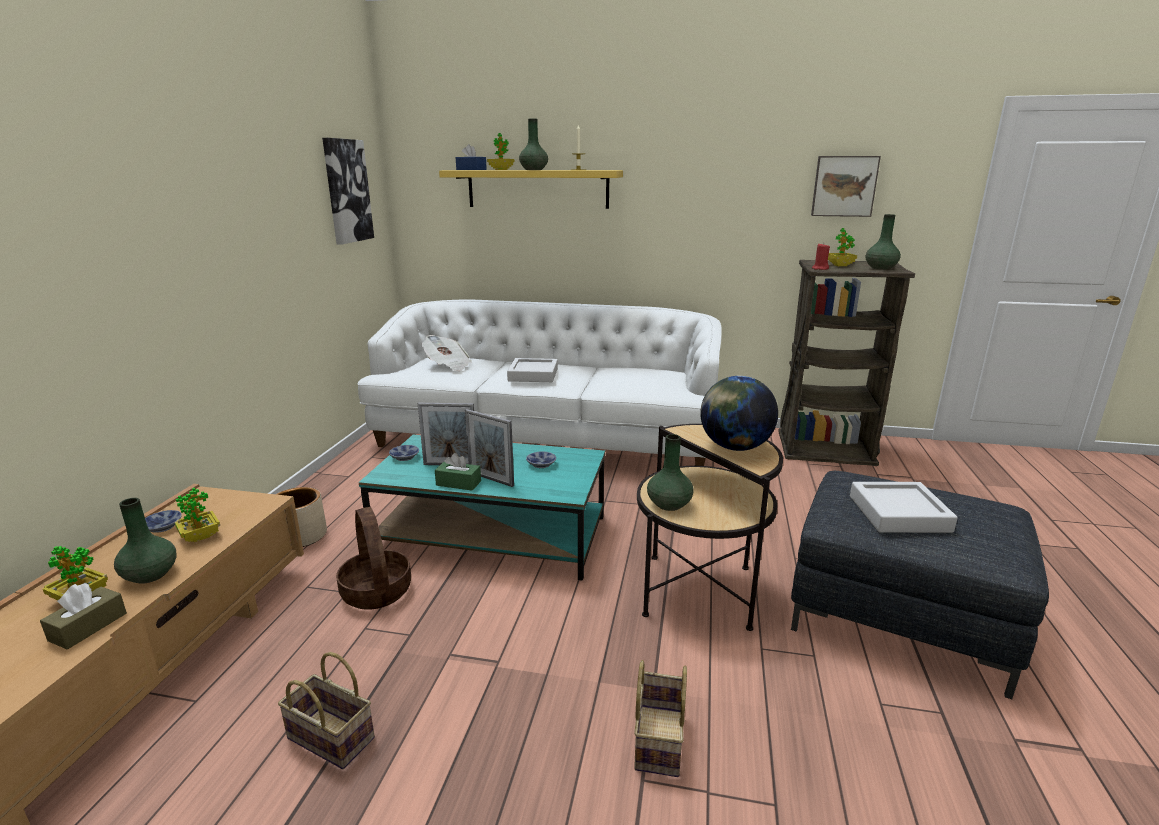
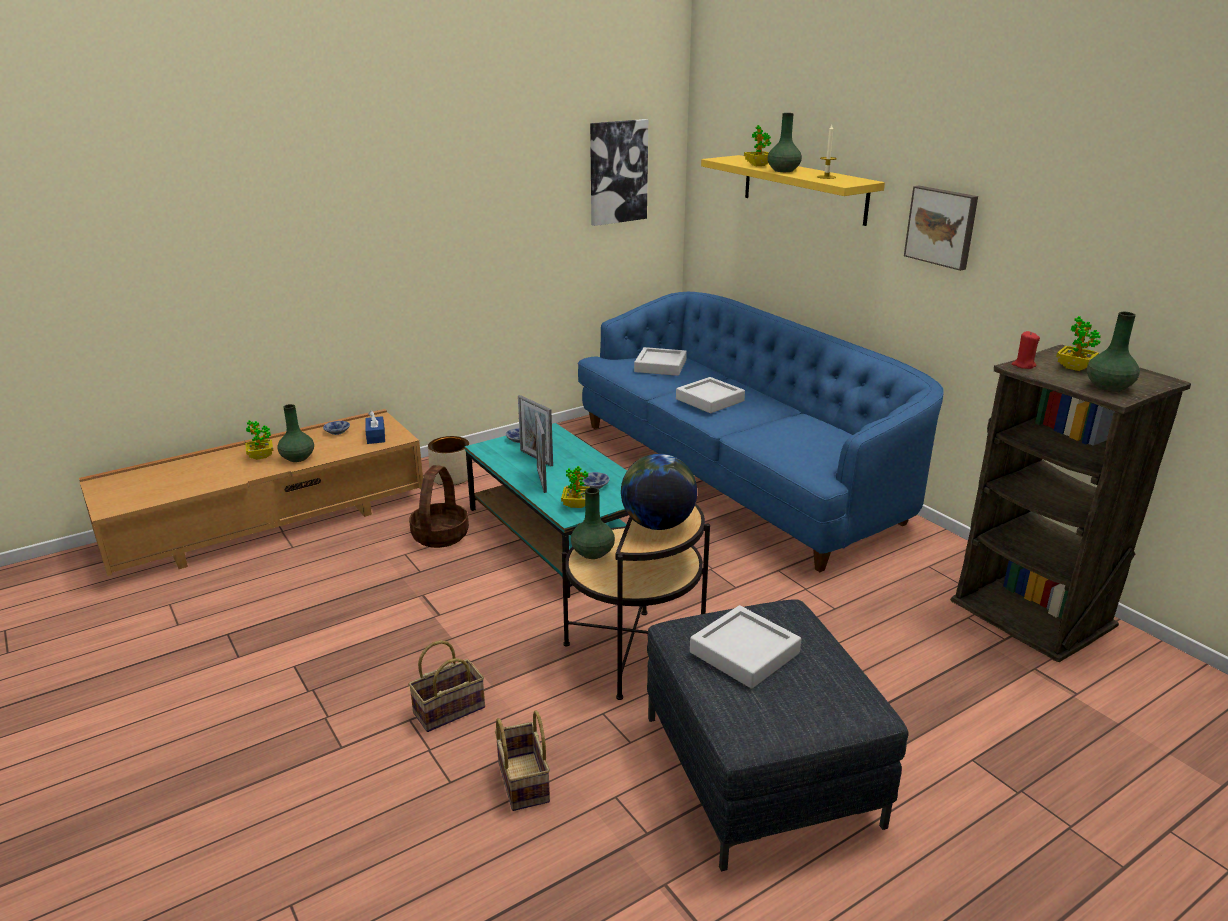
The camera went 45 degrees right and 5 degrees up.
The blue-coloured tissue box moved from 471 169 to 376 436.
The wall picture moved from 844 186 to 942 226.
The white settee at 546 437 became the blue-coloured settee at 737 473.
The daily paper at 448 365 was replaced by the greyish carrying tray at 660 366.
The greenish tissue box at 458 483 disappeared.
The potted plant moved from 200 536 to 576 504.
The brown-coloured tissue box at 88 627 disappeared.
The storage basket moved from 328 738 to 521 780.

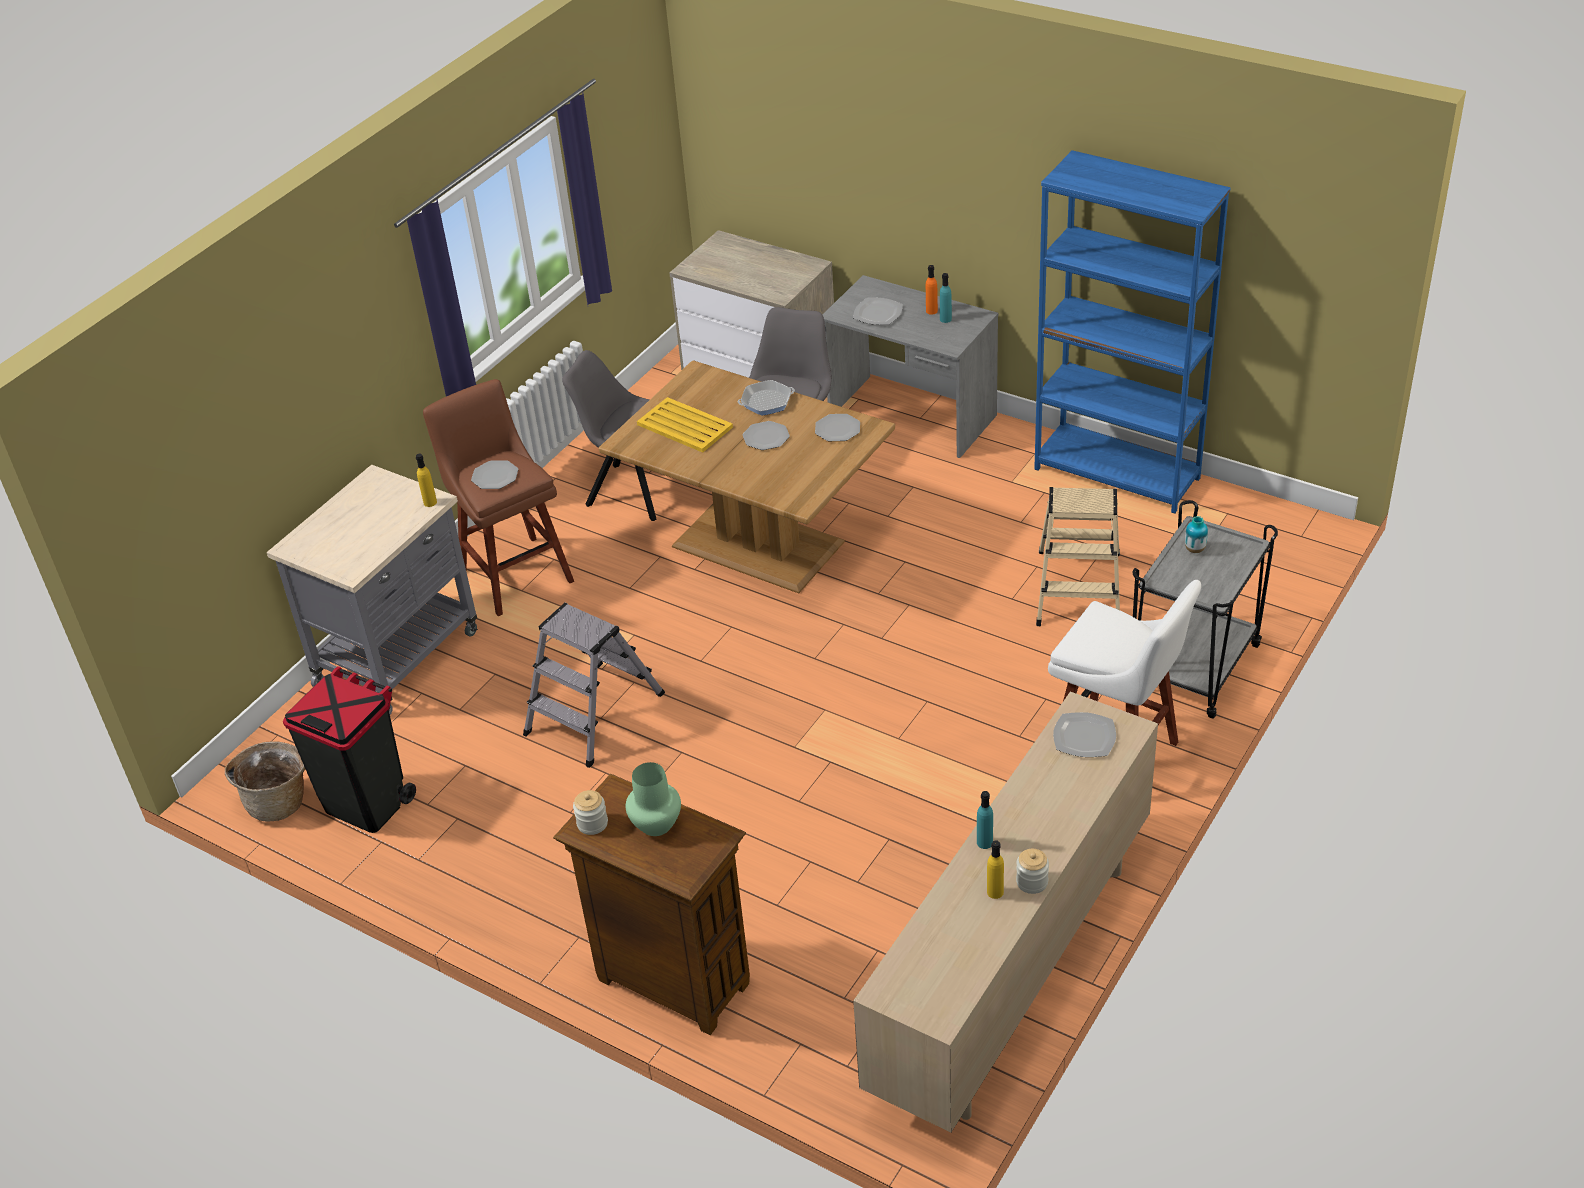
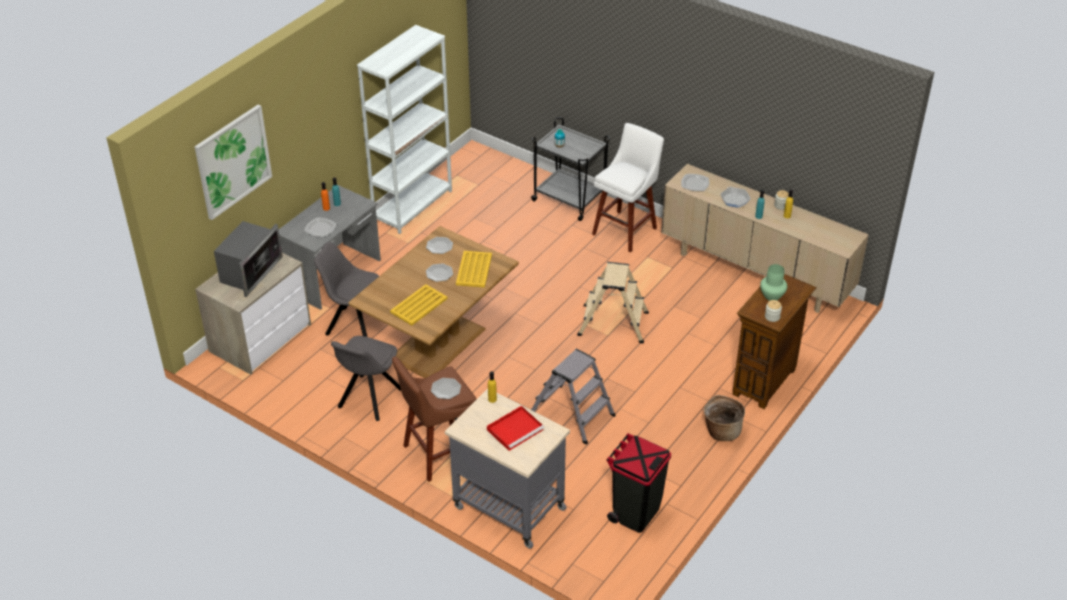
The camera went 90 degrees left and 0 degrees up.
The blue-coloured shelving unit at 1117 473 became the white shelving unit at 413 206.
The pan moved from 766 402 to 735 200.
The sand-coloured step ladder moved from 1078 588 to 613 323.
The storage basket moved from 279 801 to 721 431.
The wall picture at 233 161 appeared.
The microwave at 250 272 appeared.
The yellow carrying tray at 474 269 appeared.
The reddish carrying tray at 515 429 appeared.

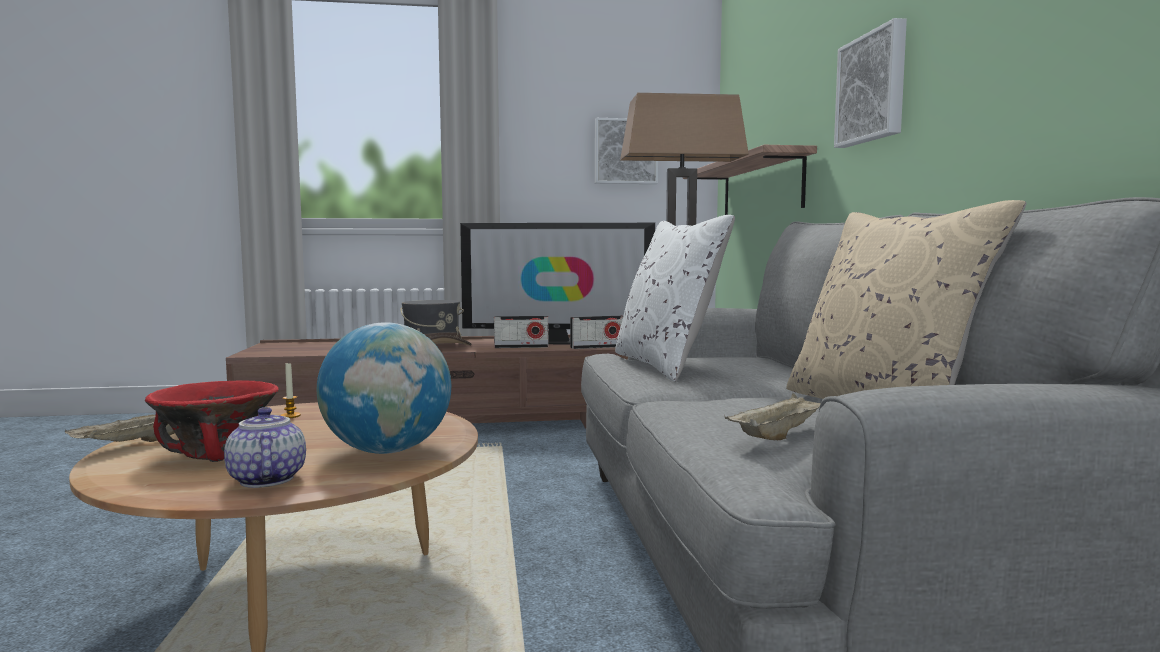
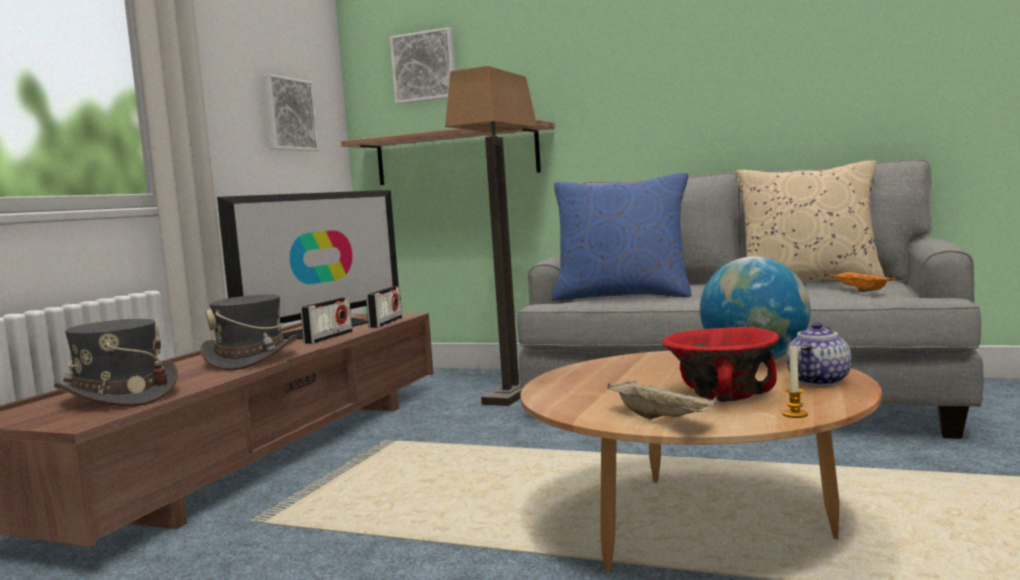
The camera went 60 degrees left and 0 degrees up.
The wall picture moved from 873 88 to 425 67.
The white cushion at 666 365 became the blue-coloured cushion at 622 296.
The wax light moved from 290 416 to 795 414.
The sand-coloured carrying tray at 780 435 became the orangey carrying tray at 859 290.
The teapot at 265 479 turned 60 degrees counterclockwise.
The greyish hat at 119 397 appeared.

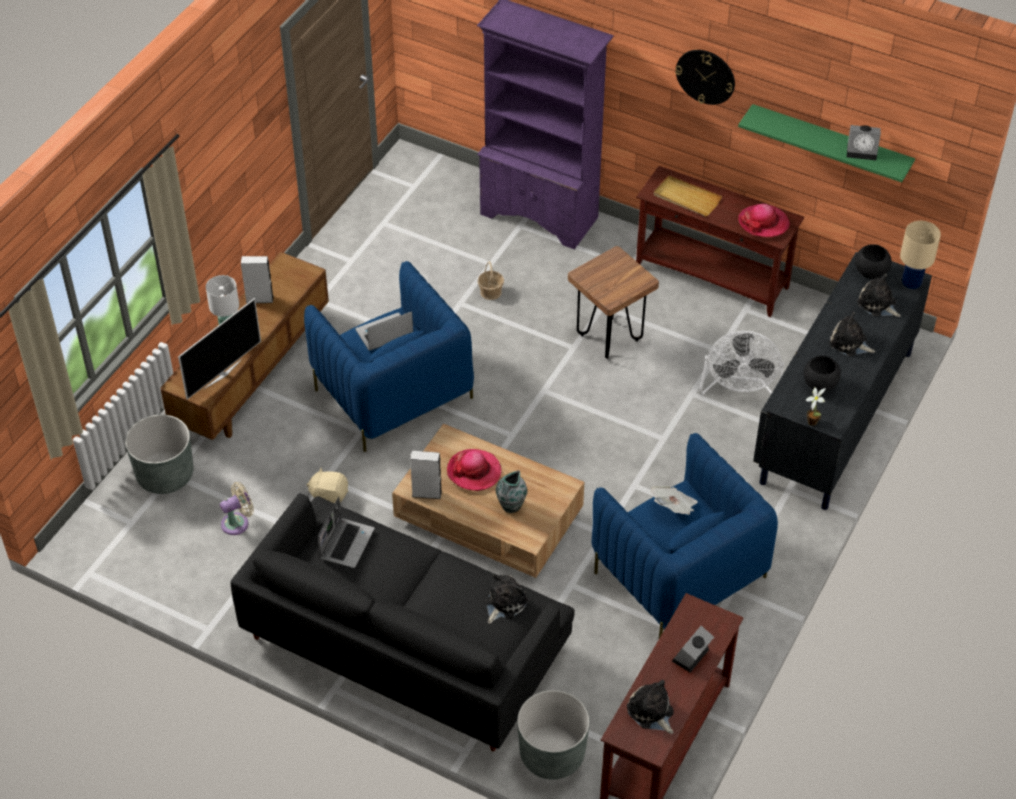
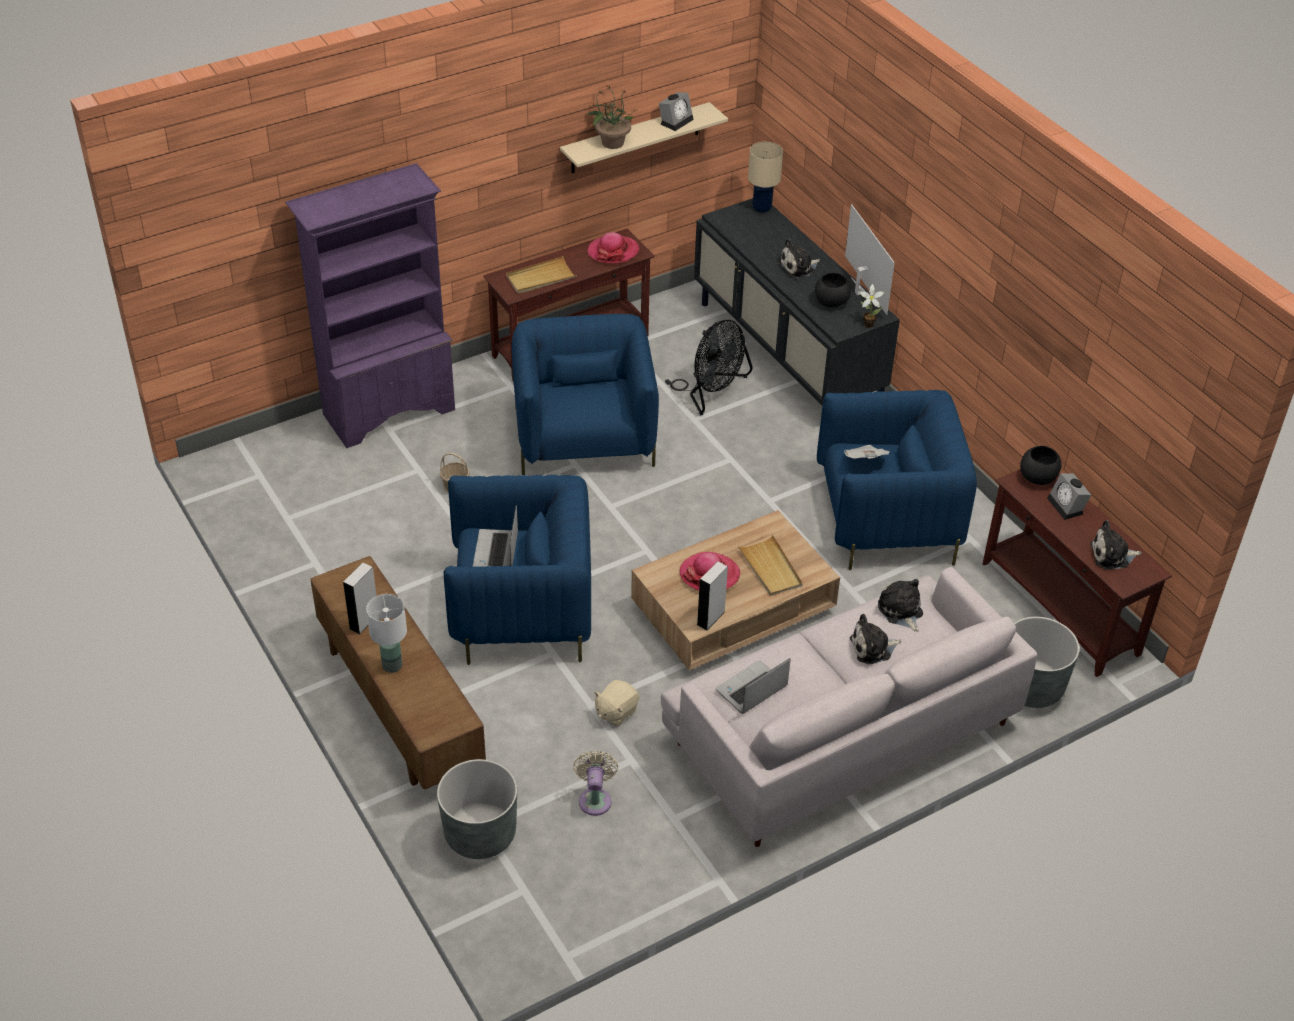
The camera went 60 degrees left and 5 degrees down.
The wall clock at 705 76 disappeared.
The greenish wall shelf at 830 143 became the sand-coloured wall shelf at 635 138.
The black-coloured serving bowl moved from 870 272 to 1037 478.
The brown-coloured sitting stool at 609 338 was replaced by the blue-coloured lounge chair at 585 437.
The plush toy moved from 878 304 to 873 648.
The TV set moved from 222 374 to 860 292.
The white cooling fan at 737 387 became the black-coloured cooling fan at 709 390.
The vase at 511 506 was replaced by the sand-coloured carrying tray at 770 568.
The black-coloured settee at 405 643 became the white settee at 841 733.
The portable computer at 346 543 turned 90 degrees counterclockwise.
The potted plant at 612 142 appeared.

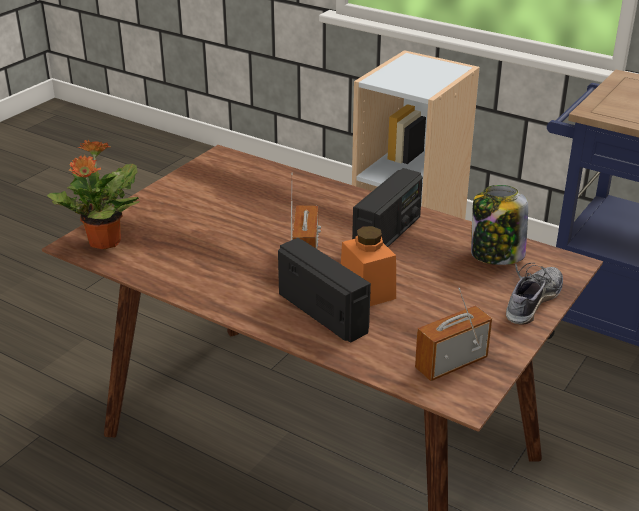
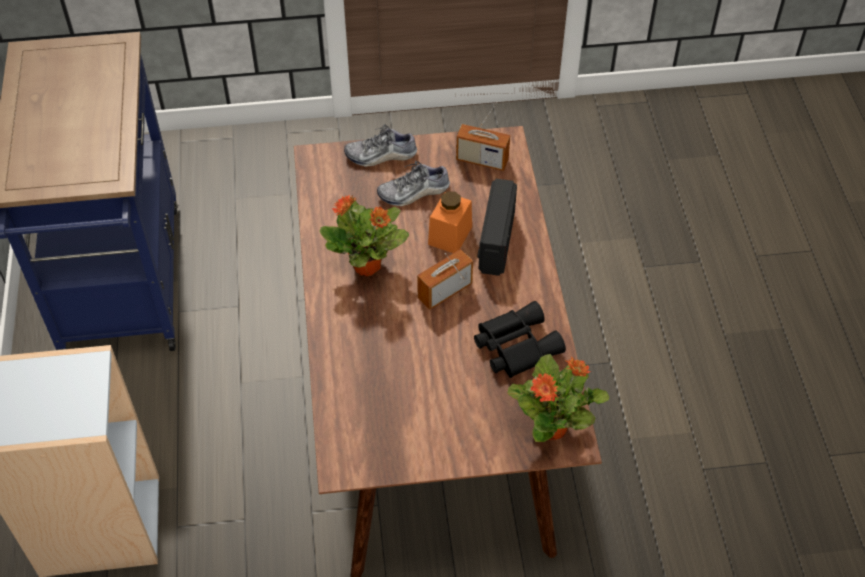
The camera went 130 degrees left and 20 degrees up.
The radio at 387 235 was replaced by the potted plant at 368 266.
The jar at 496 255 disappeared.
The shoe at 414 192 appeared.
The black-coloured pair of binoculars at 514 345 appeared.

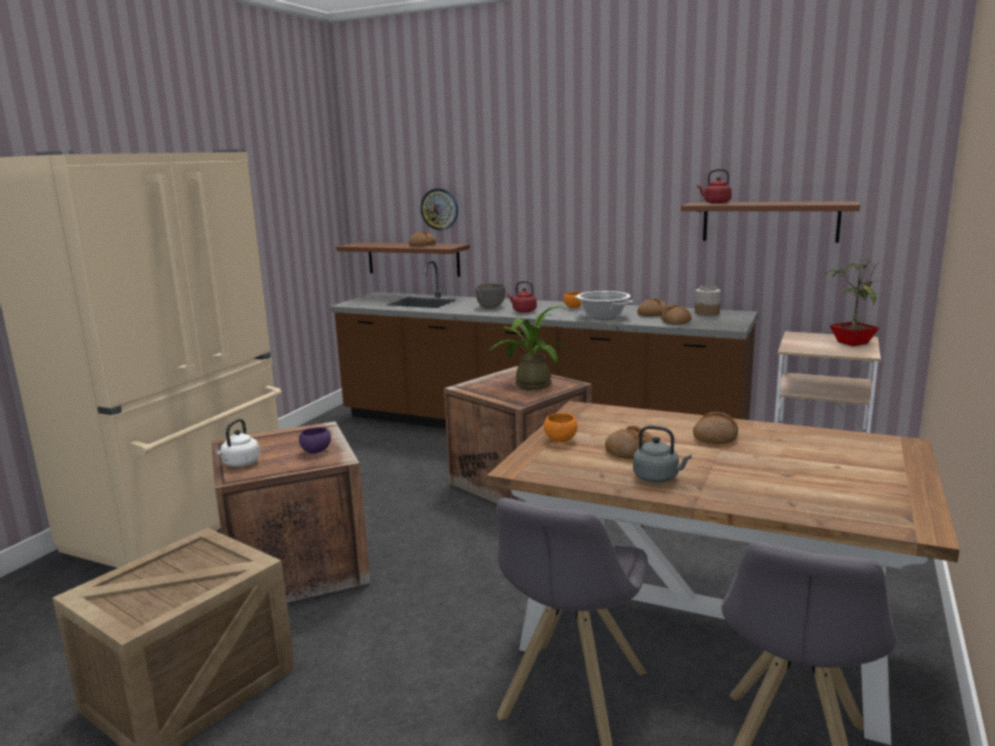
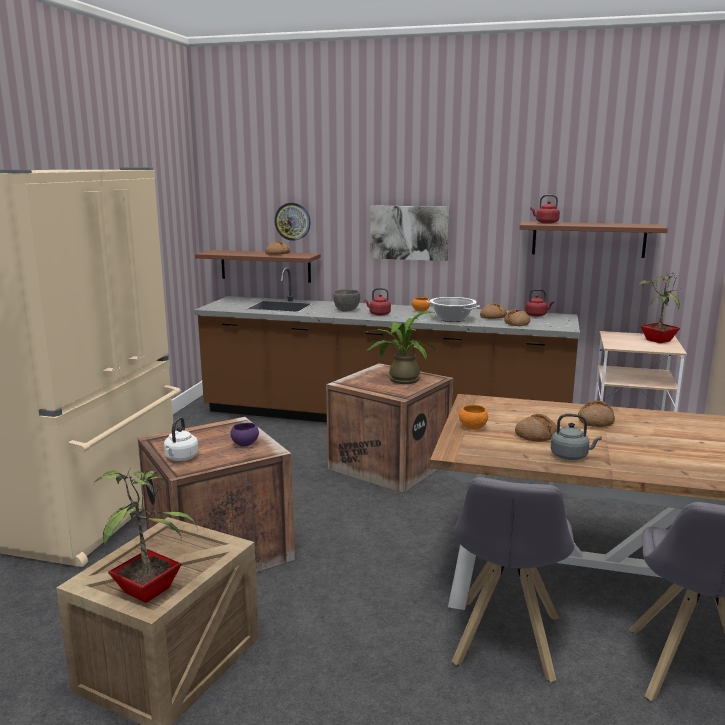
The camera went 10 degrees left and 0 degrees up.
The jar at 707 312 was replaced by the reddish tea kettle at 537 315.
The wall picture at 409 232 appeared.
The potted plant at 149 590 appeared.

